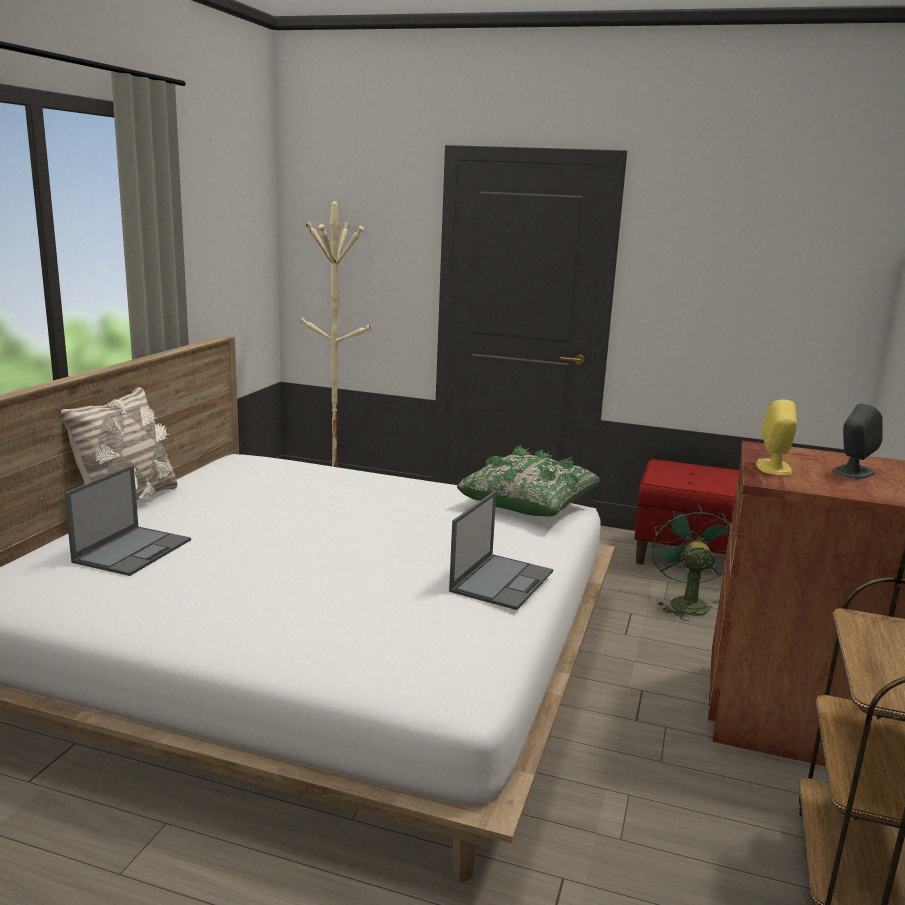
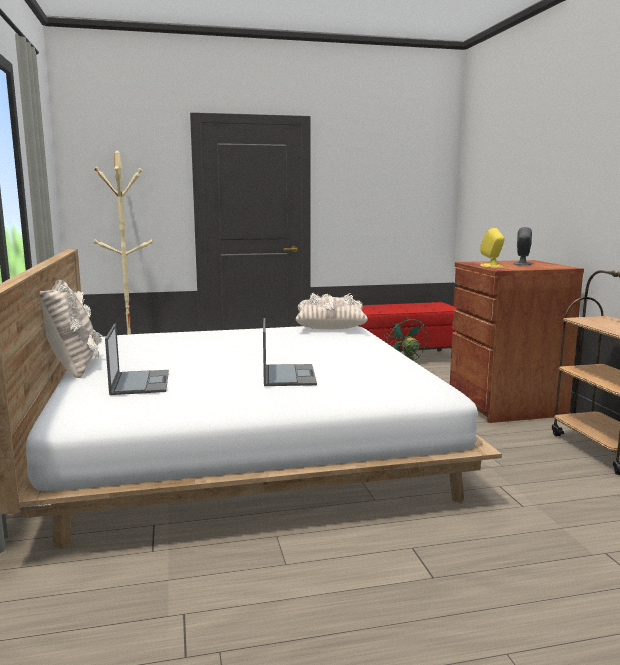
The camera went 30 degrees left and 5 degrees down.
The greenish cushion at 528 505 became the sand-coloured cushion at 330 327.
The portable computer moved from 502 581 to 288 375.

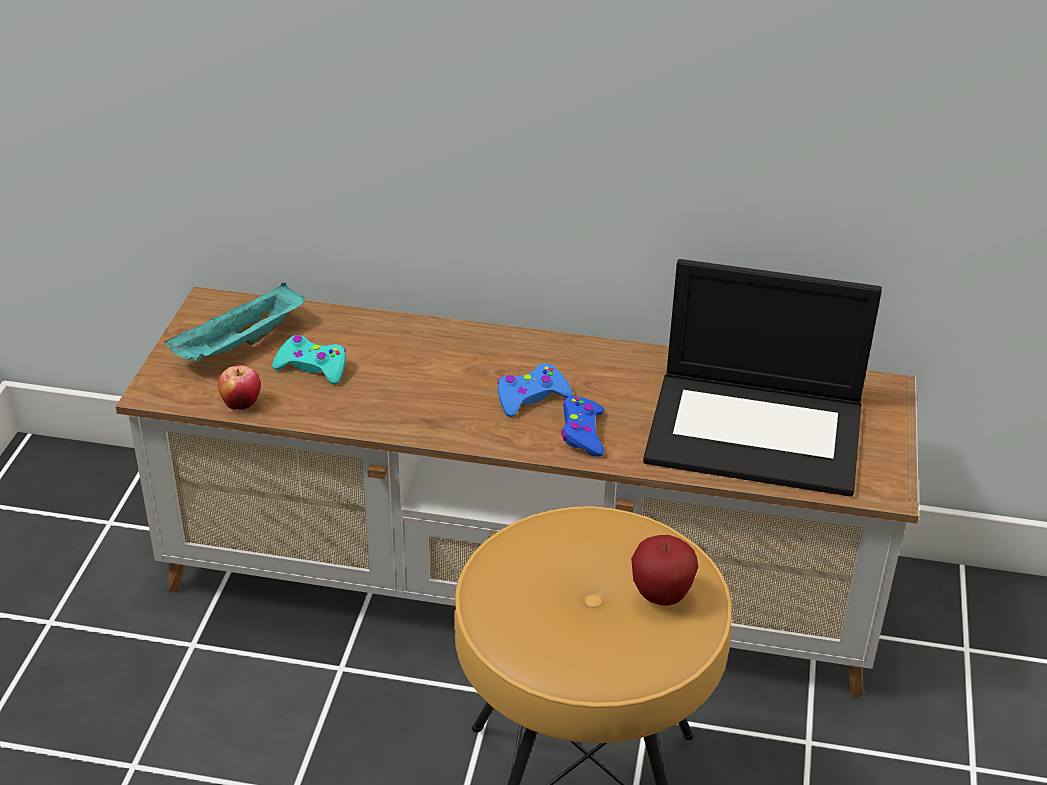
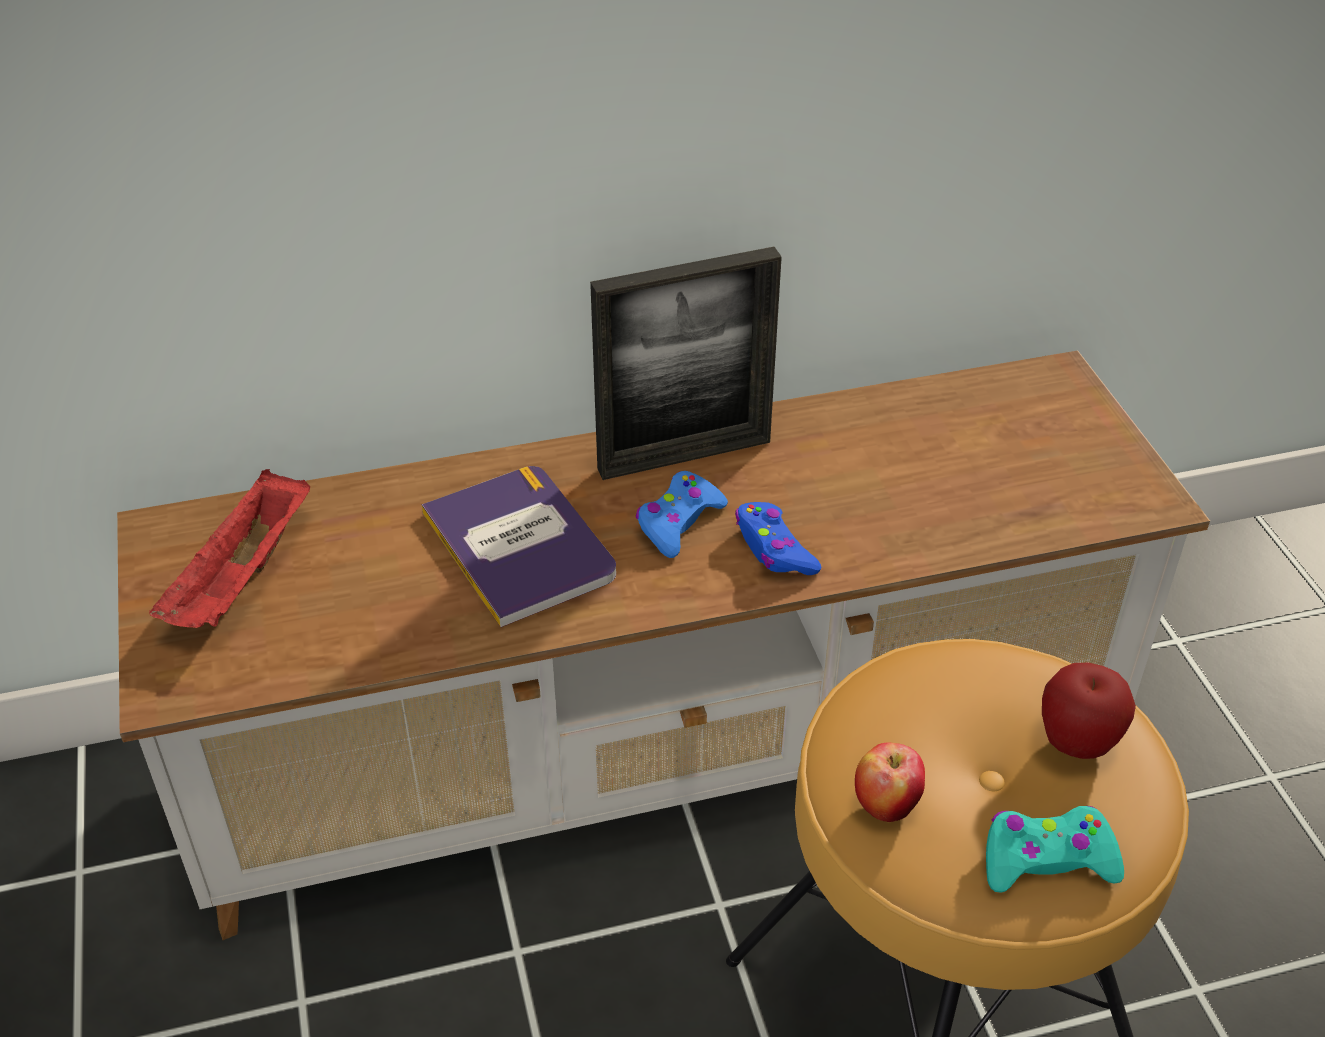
The camera went 25 degrees left and 5 degrees up.
The portable computer at 757 432 disappeared.
The blue-green carrying tray at 239 345 became the reddish carrying tray at 243 578.
The blue-green joypad moved from 312 367 to 1046 860.
The whole apple moved from 241 404 to 886 804.
The picture frame at 684 455 appeared.
The book at 520 545 appeared.

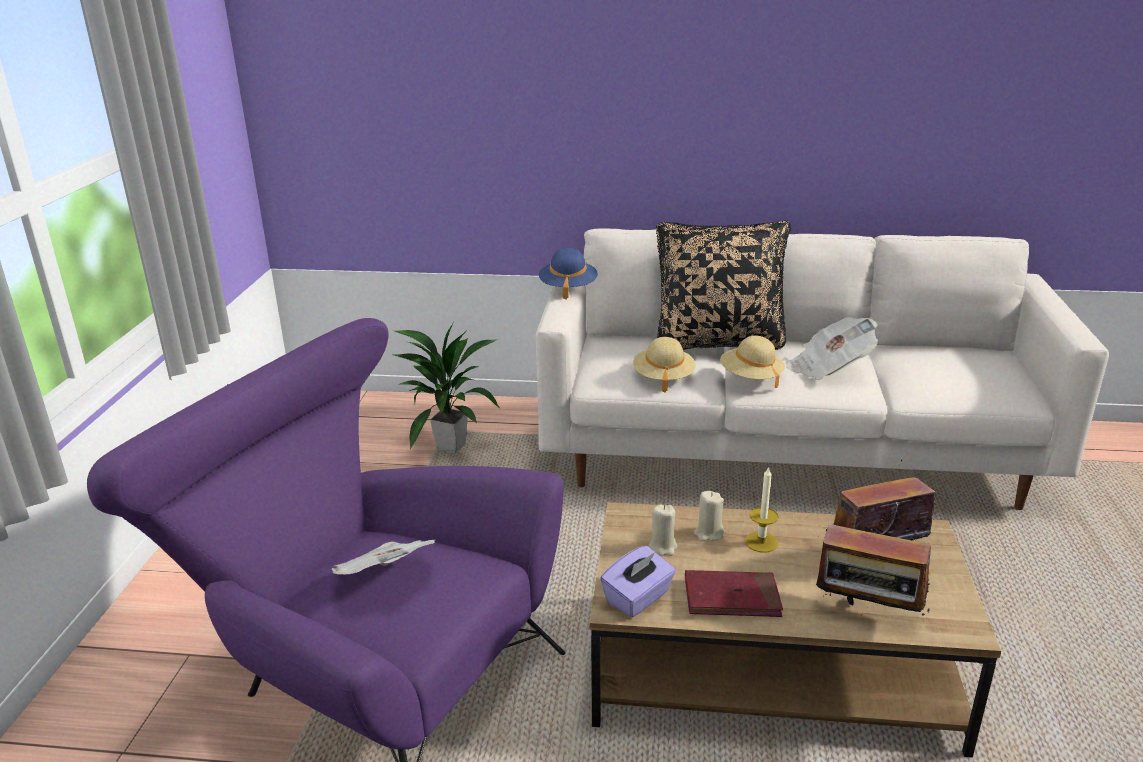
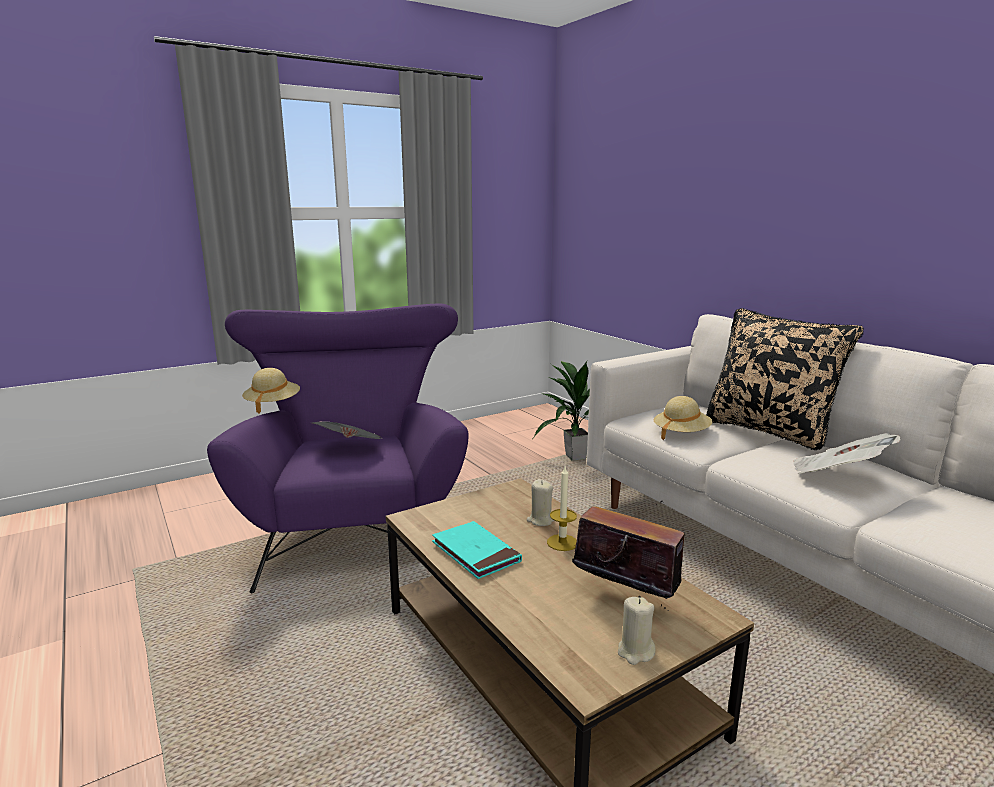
The camera went 50 degrees right and 10 degrees down.
The blue-coloured hat at 568 288 disappeared.
The sand-coloured hat moved from 750 377 to 272 404.
The sand-coloured wax light moved from 663 547 to 635 652.
The radio at 867 613 disappeared.
The purplish tissue box at 638 598 disappeared.
The reddish book at 731 598 became the blue-green book at 475 553.

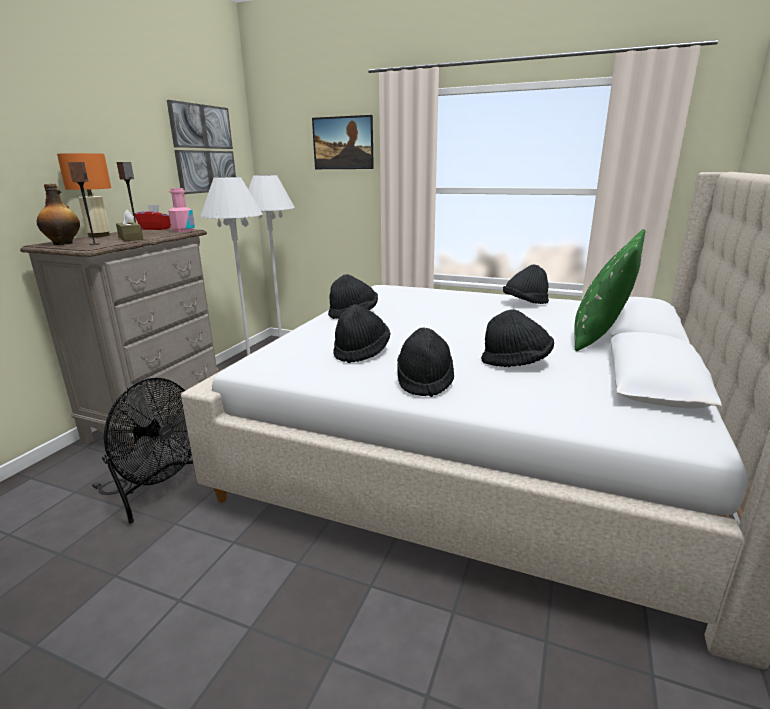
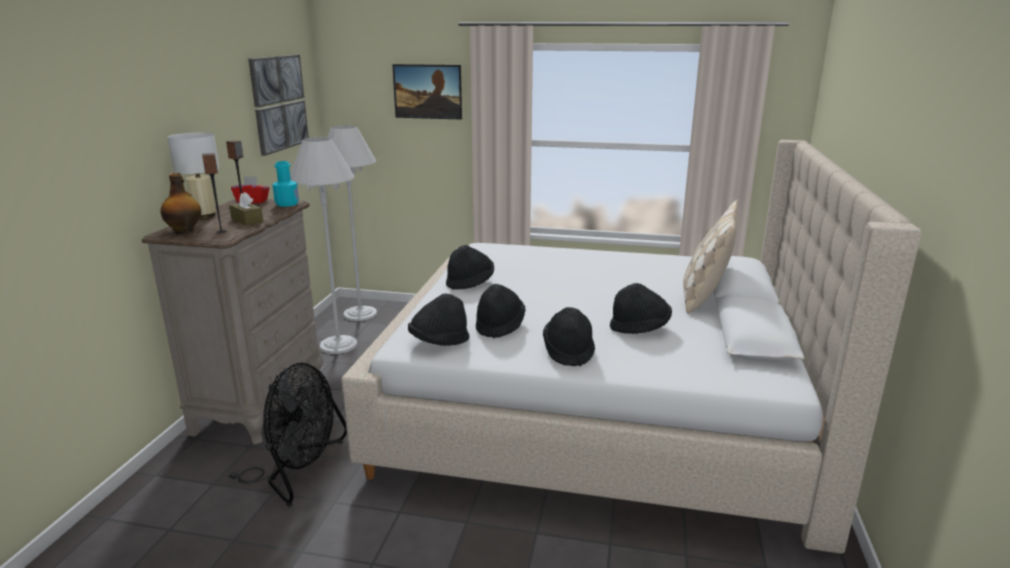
The camera went 10 degrees left and 0 degrees up.
The orangey lamp for a table at 99 235 became the white lamp for a table at 205 216.
The pinkish beverage bottle at 183 230 became the blue-green beverage bottle at 287 204.
The greenish cushion at 599 336 became the sand-coloured cushion at 704 297.
The black-coloured hat moved from 525 303 to 439 342.

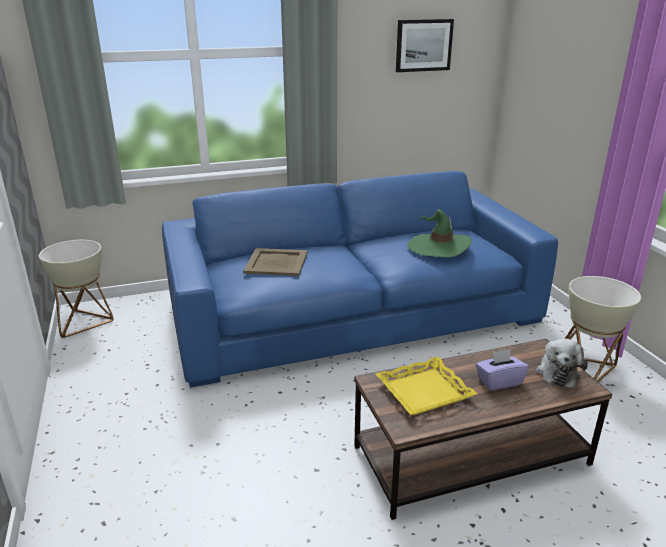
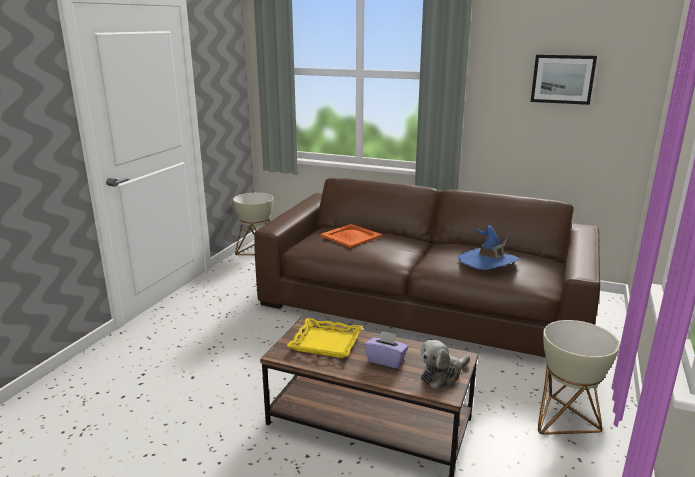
The camera went 40 degrees right and 5 degrees down.
The blue-coloured settee at 352 311 became the brown-coloured settee at 425 302.
The greenish hat at 438 247 became the blue-coloured hat at 487 261.
The sand-coloured carrying tray at 277 263 became the orangey carrying tray at 351 236.

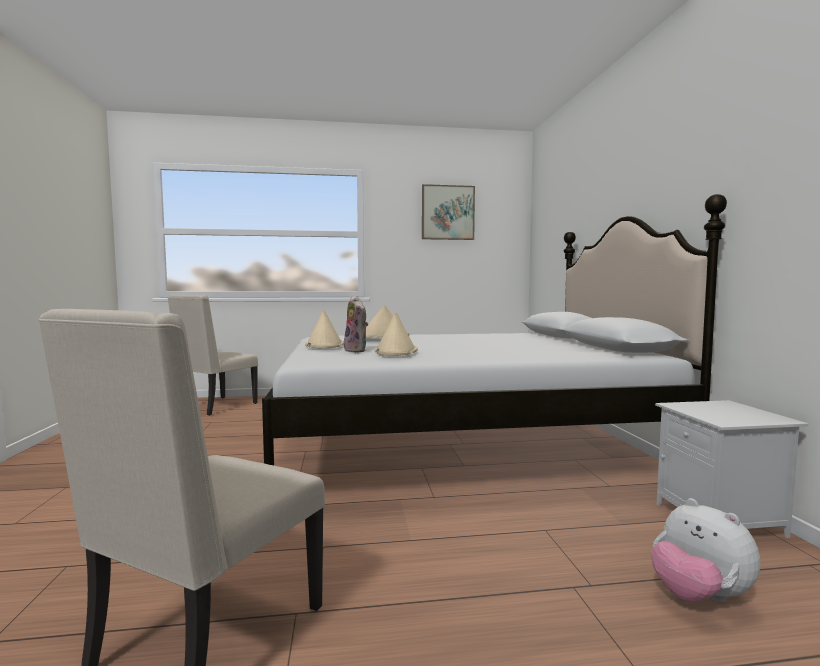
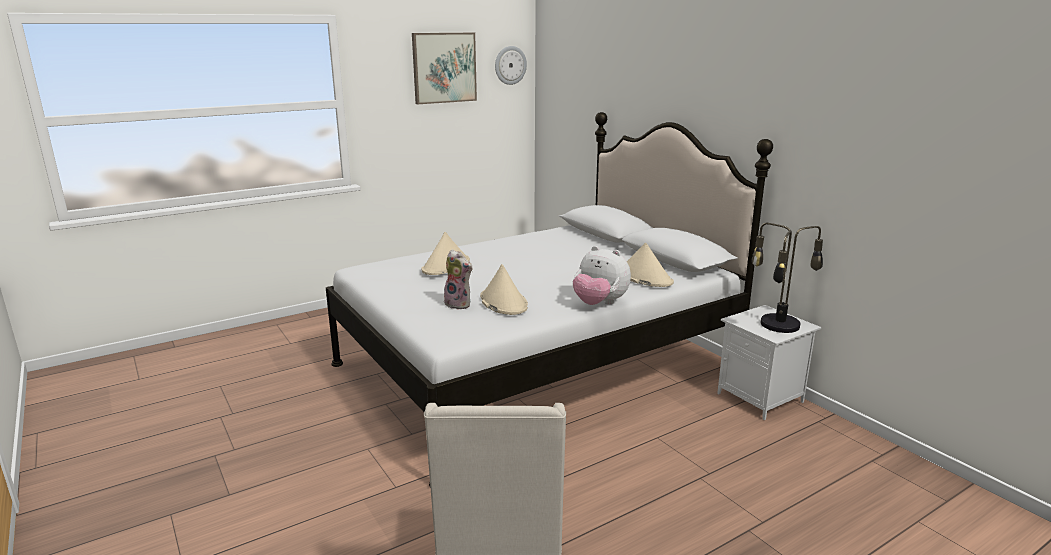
The camera went 25 degrees left and 15 degrees up.
The sand-coloured upright chair at 216 406 disappeared.
The sand-coloured hat moved from 324 345 to 644 277.
The plush toy moved from 699 596 to 599 304.
The wall clock at 510 65 appeared.
The lamp for a table at 779 324 appeared.

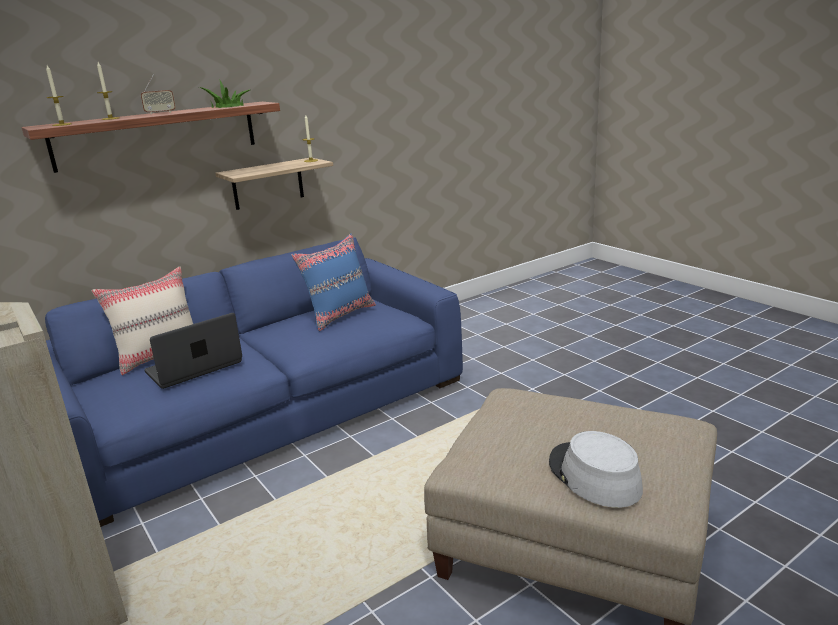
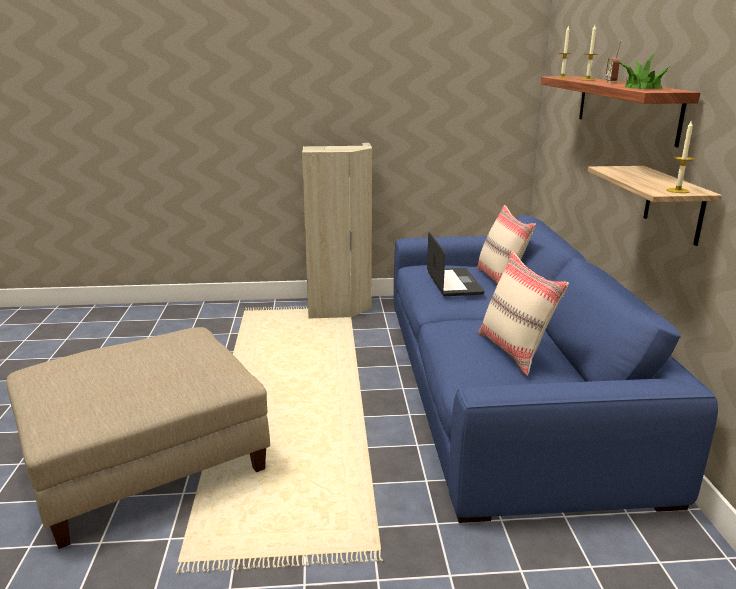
The camera went 120 degrees right and 0 degrees up.
The blue-coloured cushion at 340 315 became the sand-coloured cushion at 514 351.
The greyish hat at 593 476 disappeared.

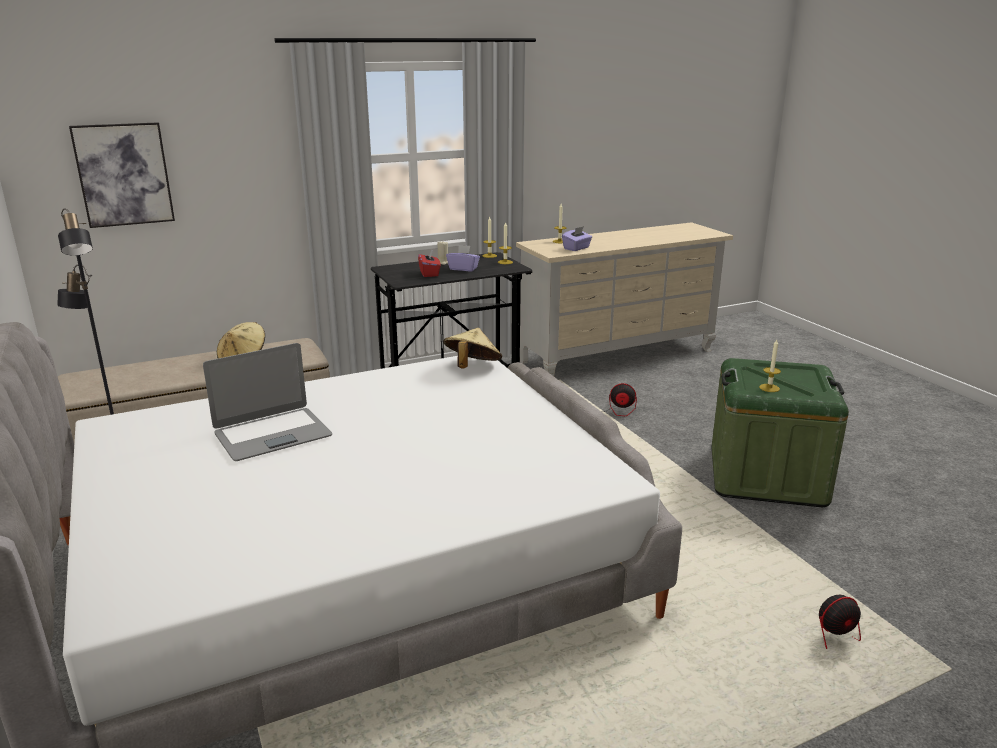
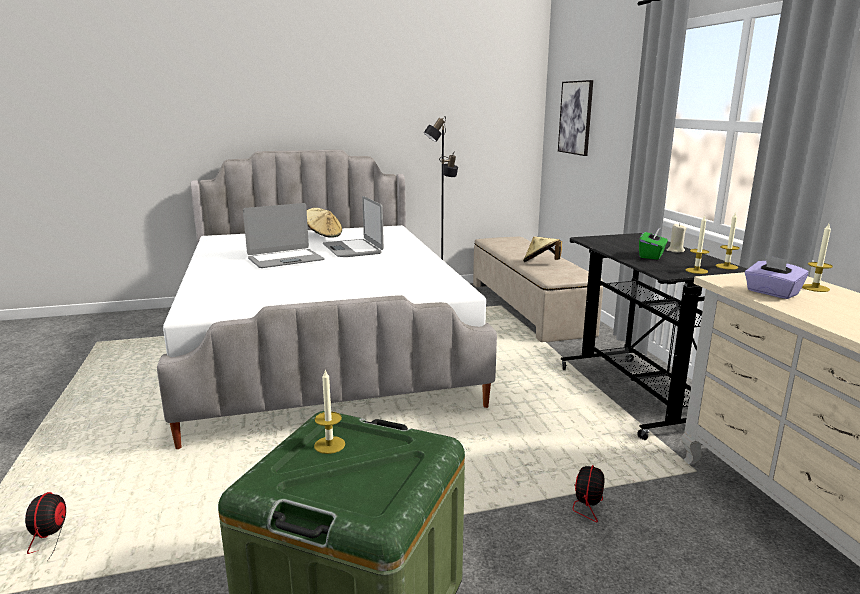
The camera went 100 degrees right and 5 degrees down.
The purplish tissue box at 463 268 became the greenish tissue box at 651 256.
The reddish tissue box at 429 273 disappeared.
The sand-coloured hat moved from 472 367 to 323 235.
The portable computer at 285 260 appeared.

